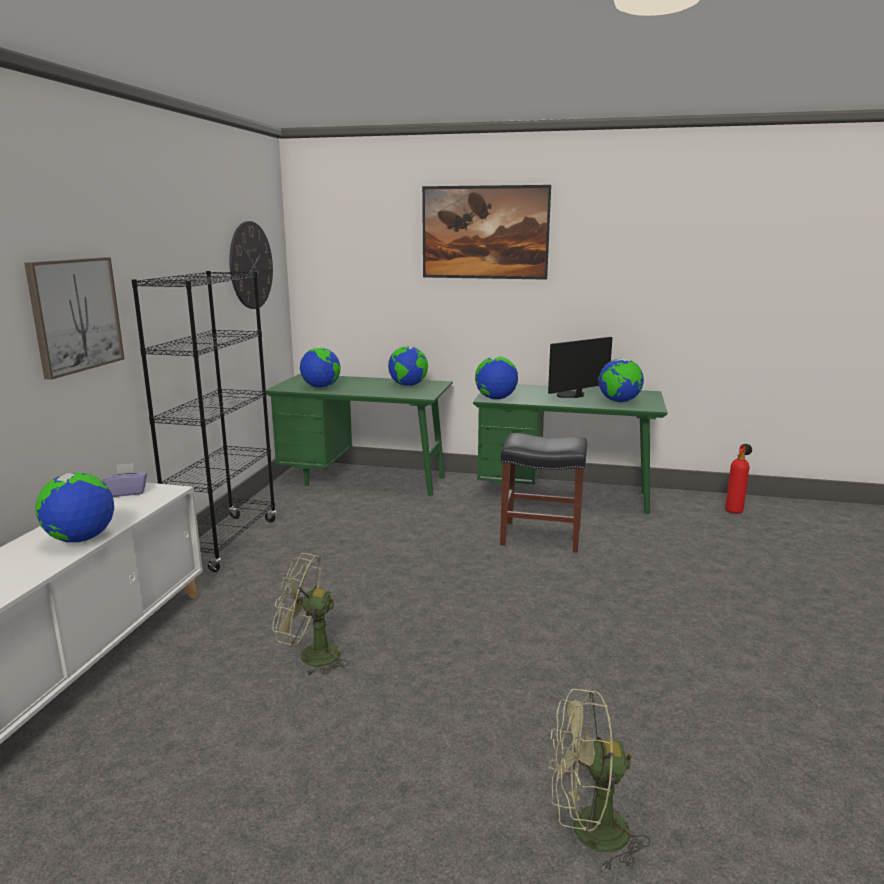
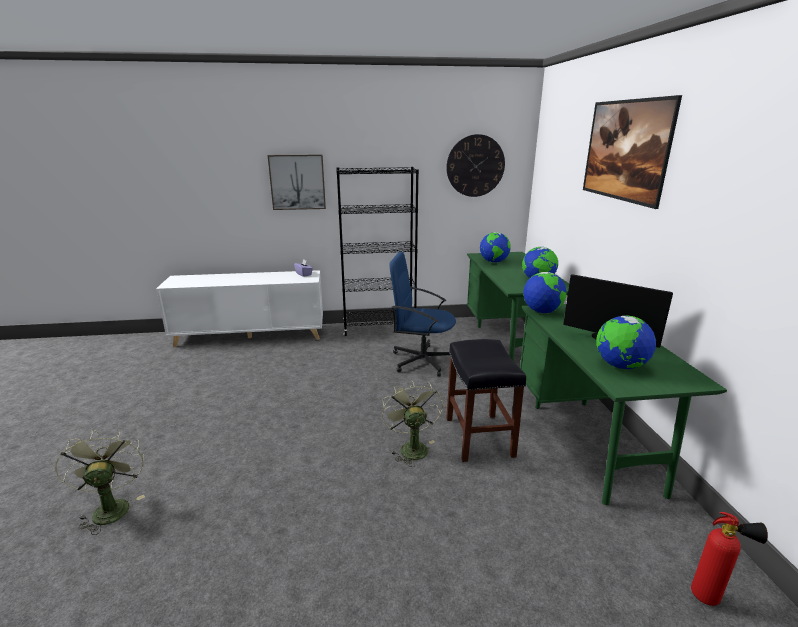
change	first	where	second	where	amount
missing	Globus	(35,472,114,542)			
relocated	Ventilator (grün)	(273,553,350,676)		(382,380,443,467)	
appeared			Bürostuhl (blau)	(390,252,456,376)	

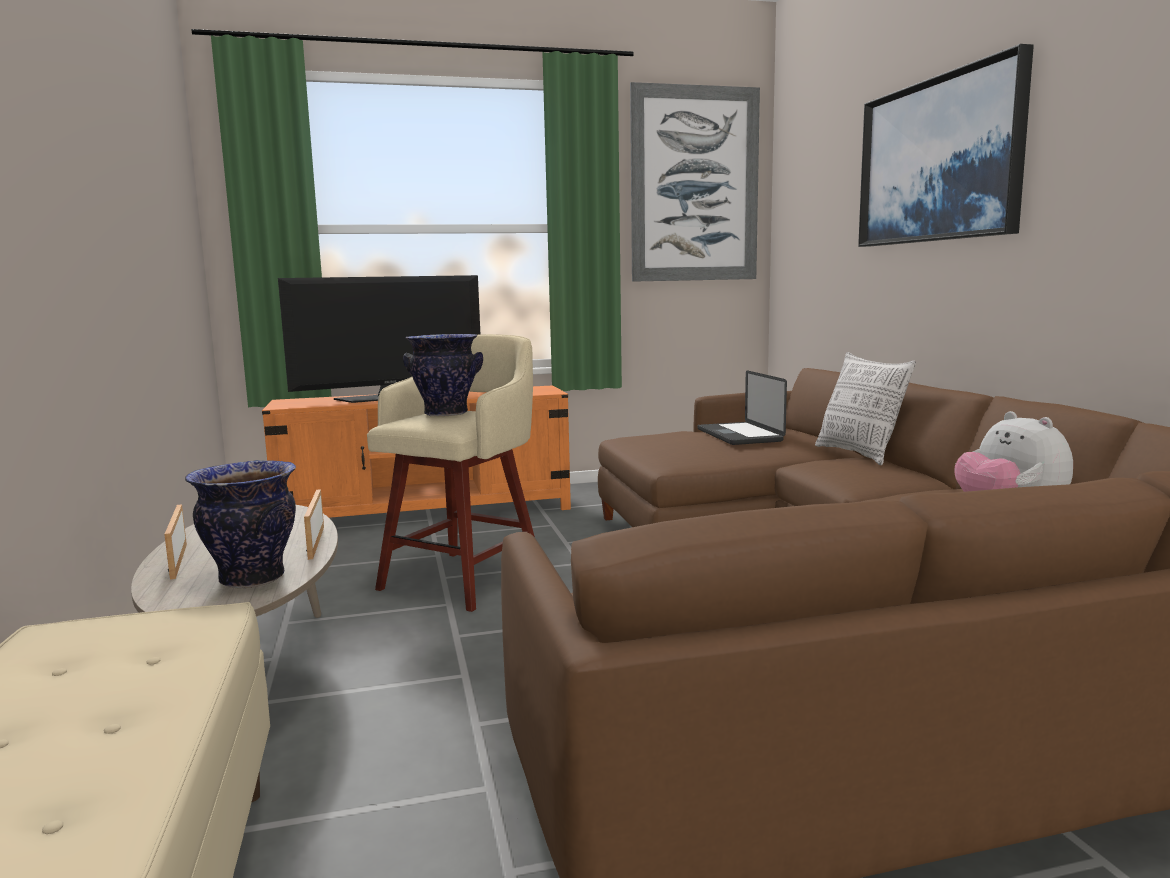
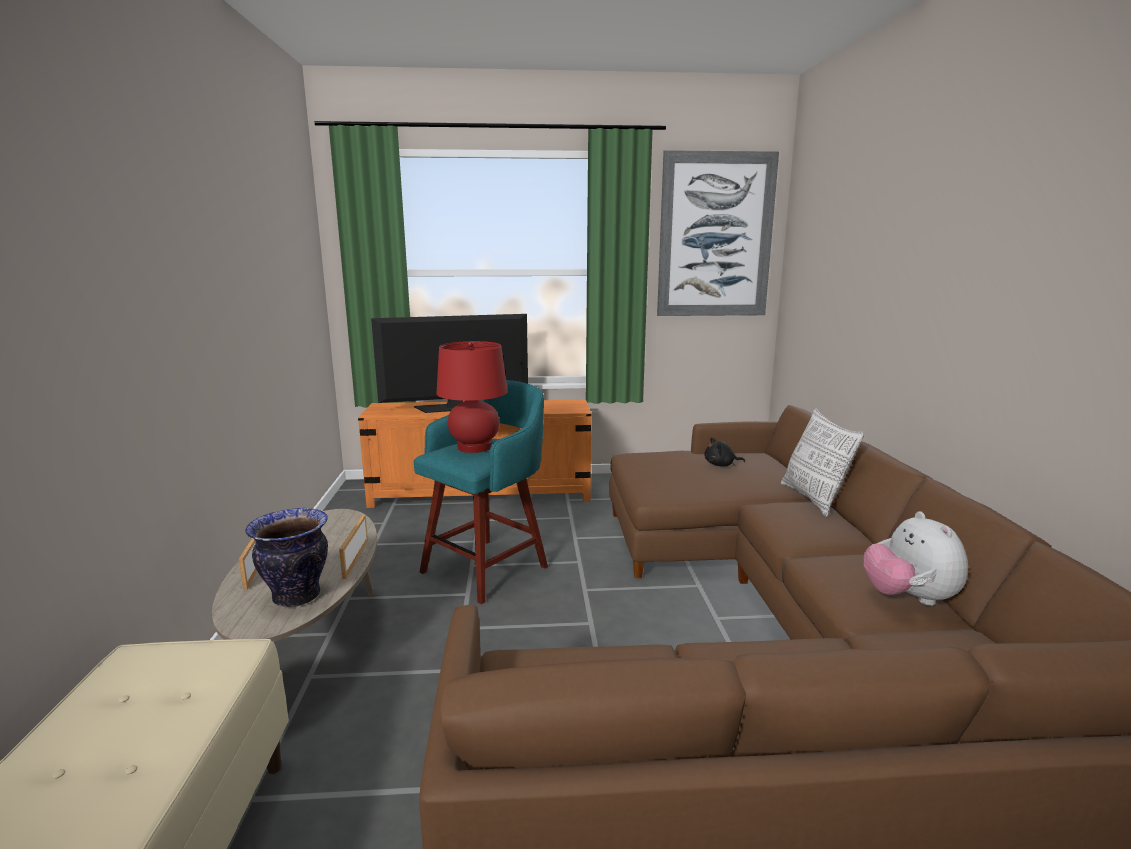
change	first	where	second	where	amount
colour	Hocker (beige)	(367,334,535,612)	Hocker (türkis)	(414,380,548,604)	
exchanged	Vase	(403,334,483,416)	Tischlampe (rot)	(437,341,508,453)	
exchanged	Laptop	(697,370,787,445)	Plüschtier (schwarz)	(704,437,745,467)	
missing	Bild	(858,44,1034,247)			

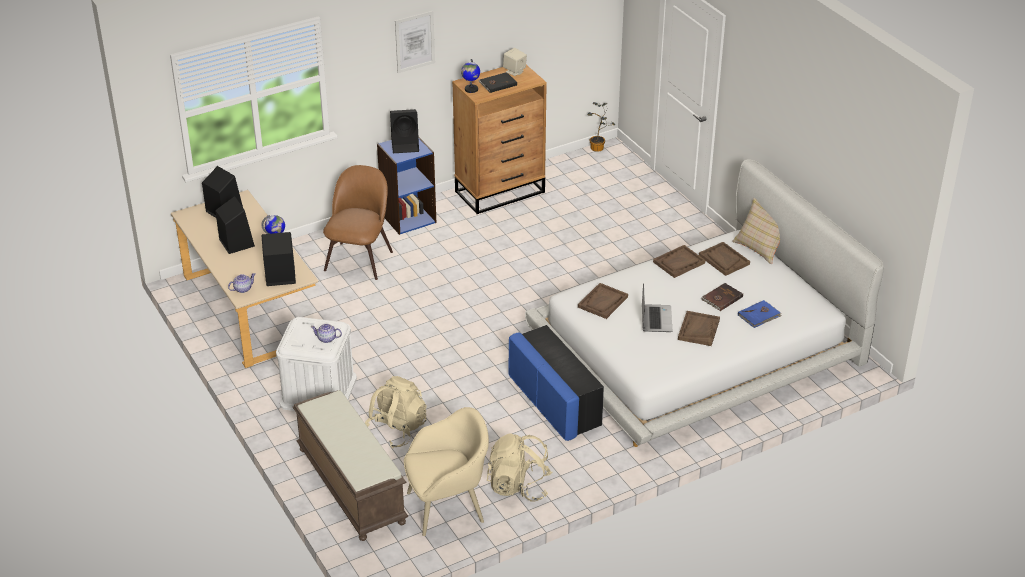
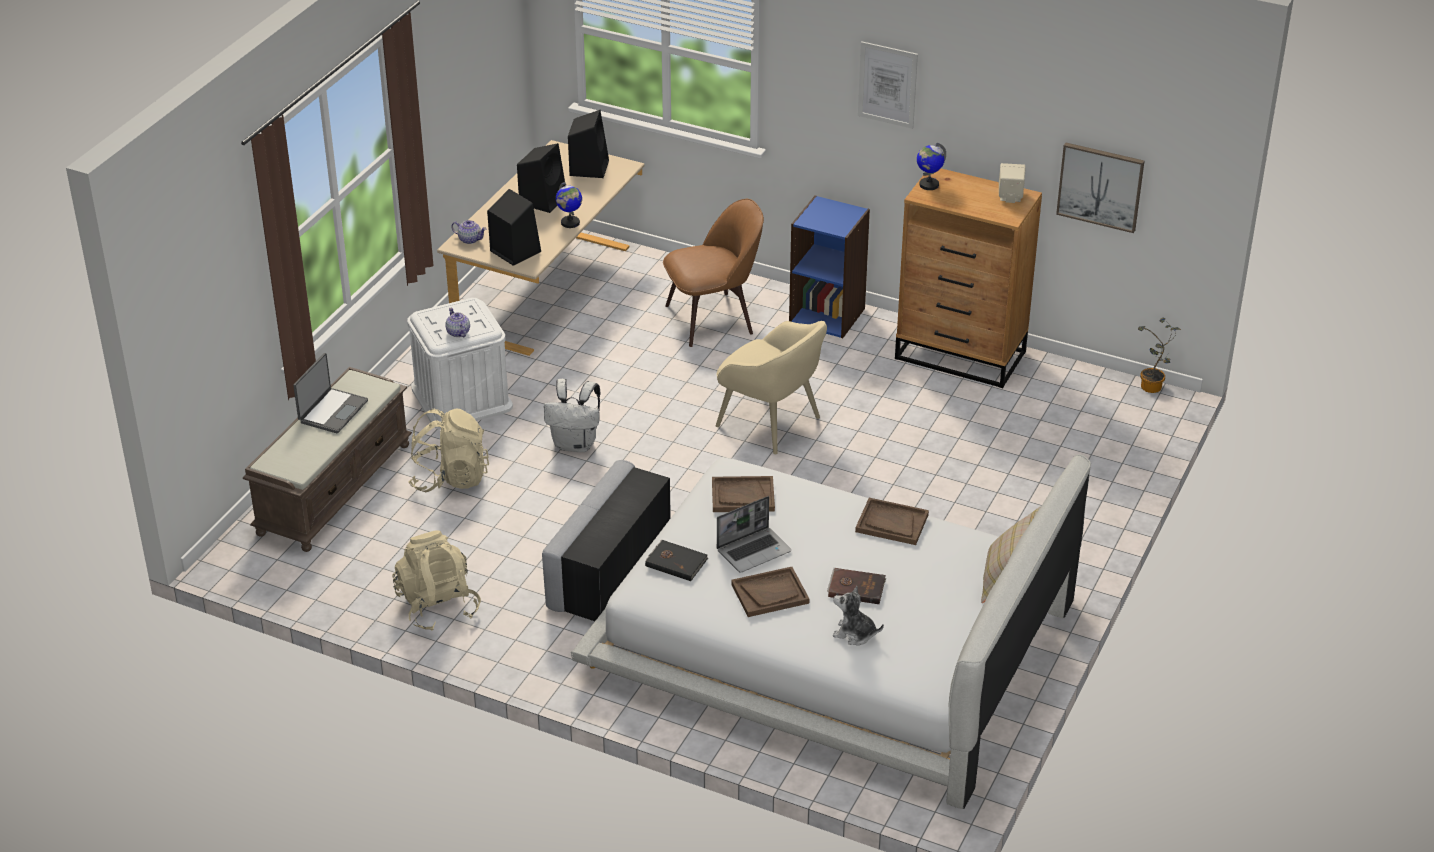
change	first	where	second	where	amount
missing	Lautsprecher (schwarz)	(390,109,419,153)			
relocated	Sessel (beige)	(404,407,489,536)		(716,321,827,454)	
relocated	Buch (schwarz)	(479,72,517,93)		(645,539,708,581)	
colour	Polsterhocker (blau)	(508,325,604,441)	Polsterhocker (grau)	(542,460,671,621)	
missing	Tablett (braun)	(699,242,750,276)			
exchanged	Buch (blau)	(738,300,782,328)	Plüschtier	(833,586,884,645)	
appeared			Laptop	(293,353,368,434)	
appeared			Rucksack (weiß)	(544,379,600,452)	
appeared			Bild	(1056,143,1144,233)	

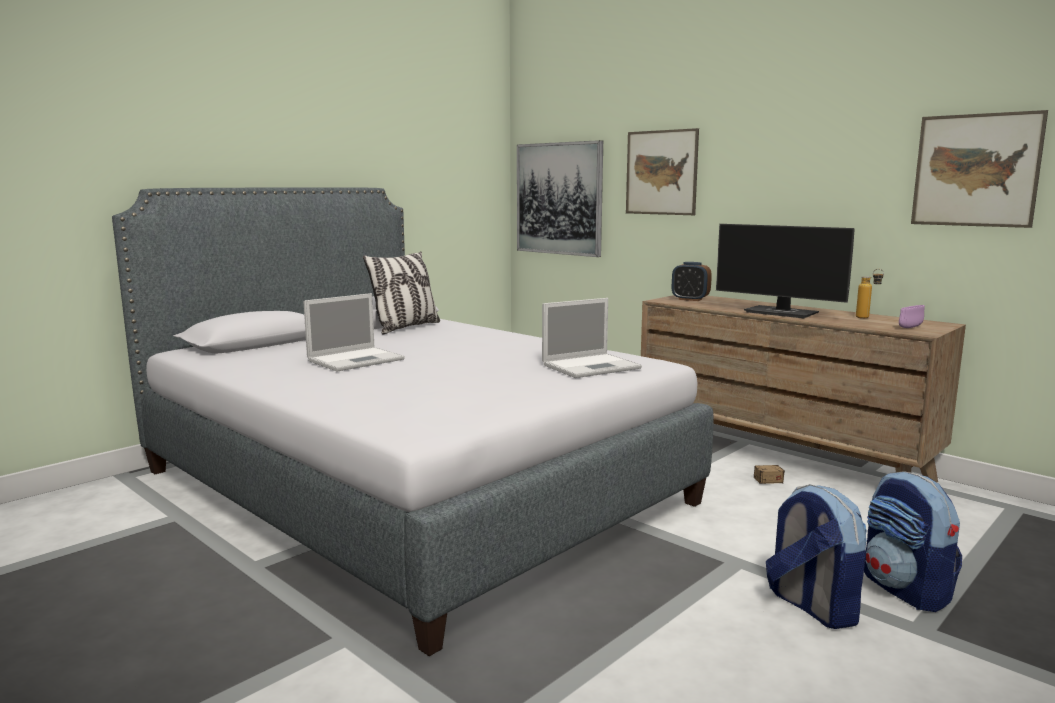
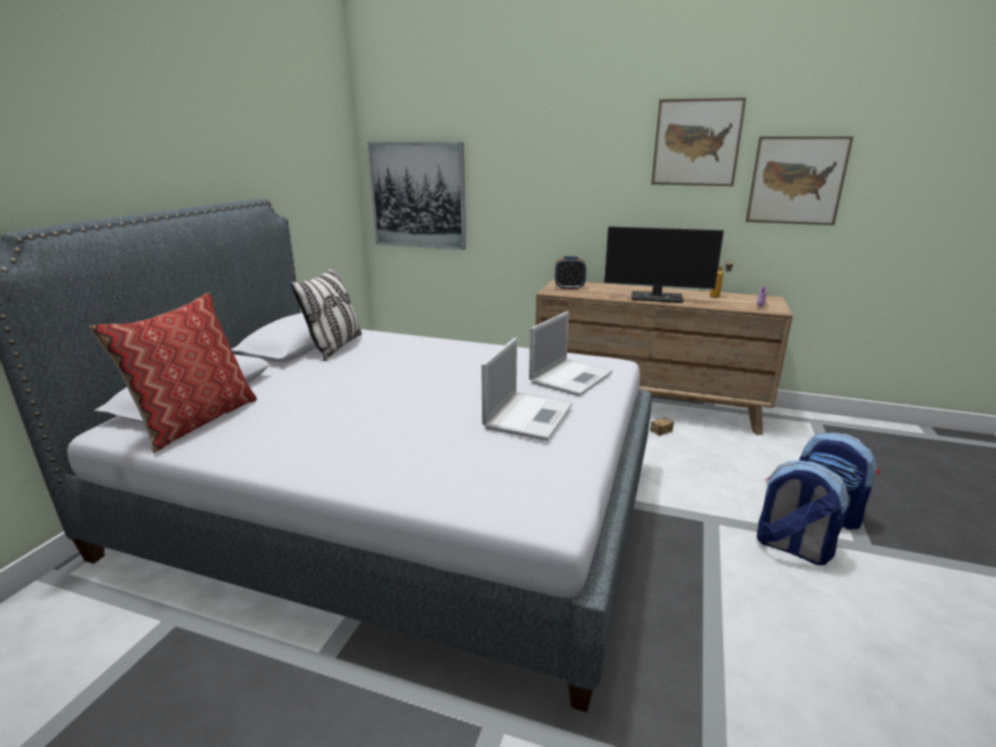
change	first	where	second	where	amount
relocated	Laptop	(303,293,405,372)		(481,338,573,441)	
relocated	Bild	(626,128,699,215)		(651,98,746,186)	
appeared			Kissen	(89,292,257,453)	

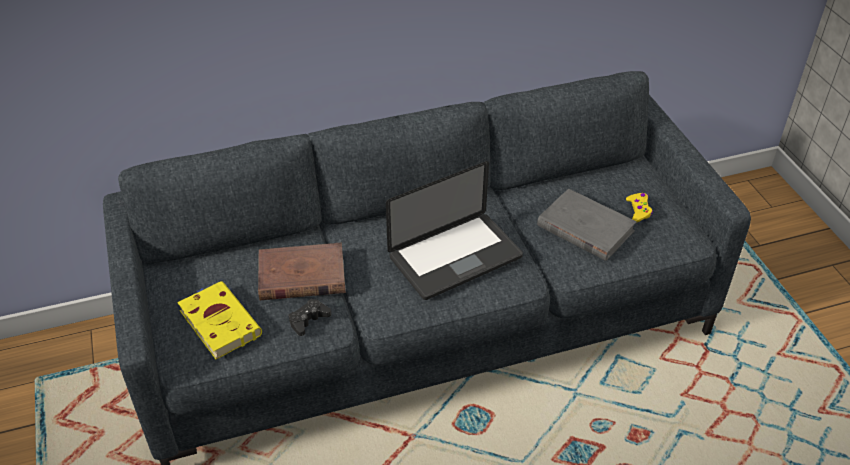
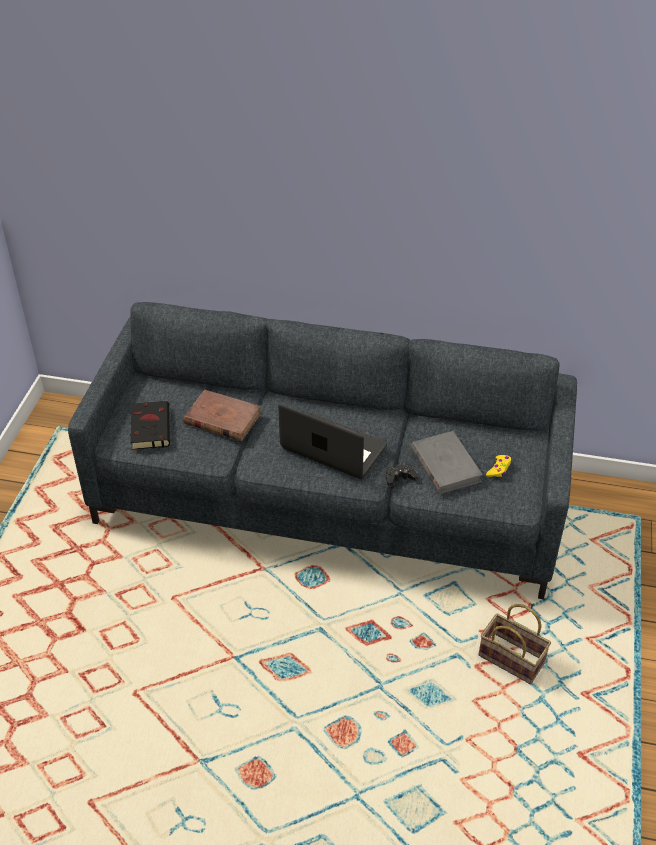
change	first	where	second	where	amount
colour	Buch (gelb)	(177,281,262,359)	Buch (schwarz)	(130,401,170,450)	
relocated	Gamepad (schwarz)	(289,299,331,336)		(386,463,418,486)	
spun	Laptop	(386,161,523,300)		(278,404,387,479)	150 degrees counterclockwise
appeared			Korb	(478,604,551,684)	

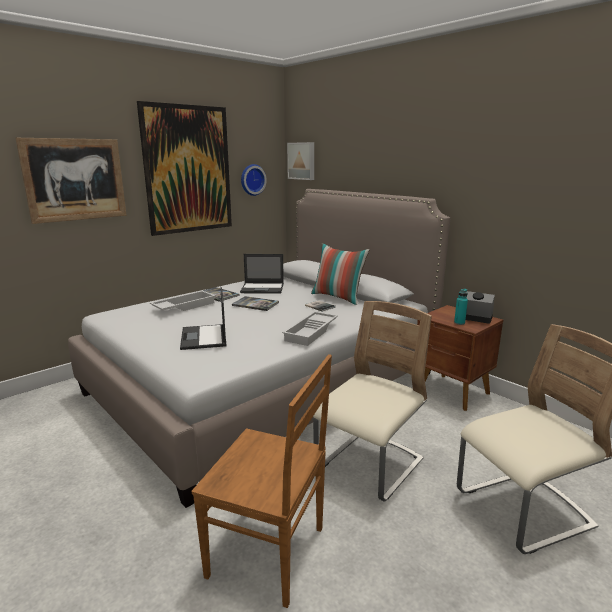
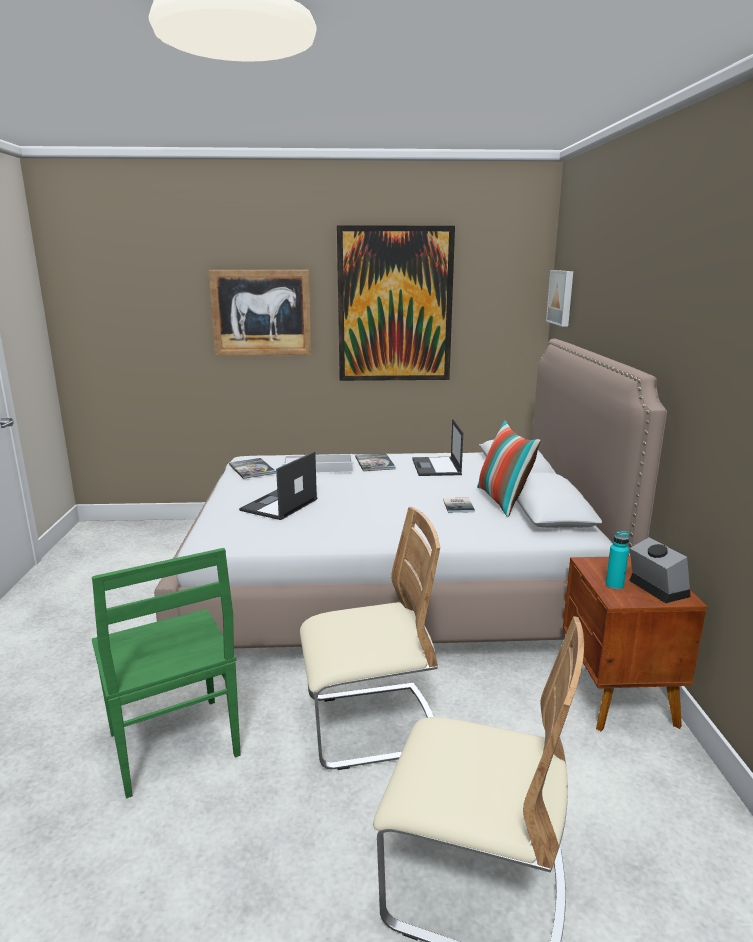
change	first	where	second	where	amount
colour	Stuhl (braun)	(192,354,332,608)	Stuhl (grün)	(92,548,241,799)	
relocated	Buch	(232,296,279,311)		(229,458,276,479)	
spun	Laptop	(240,254,284,294)		(412,419,463,476)	45 degrees clockwise
missing	Wanduhr	(241,164,267,196)			
missing	Tablett (weiß)	(282,311,338,346)			

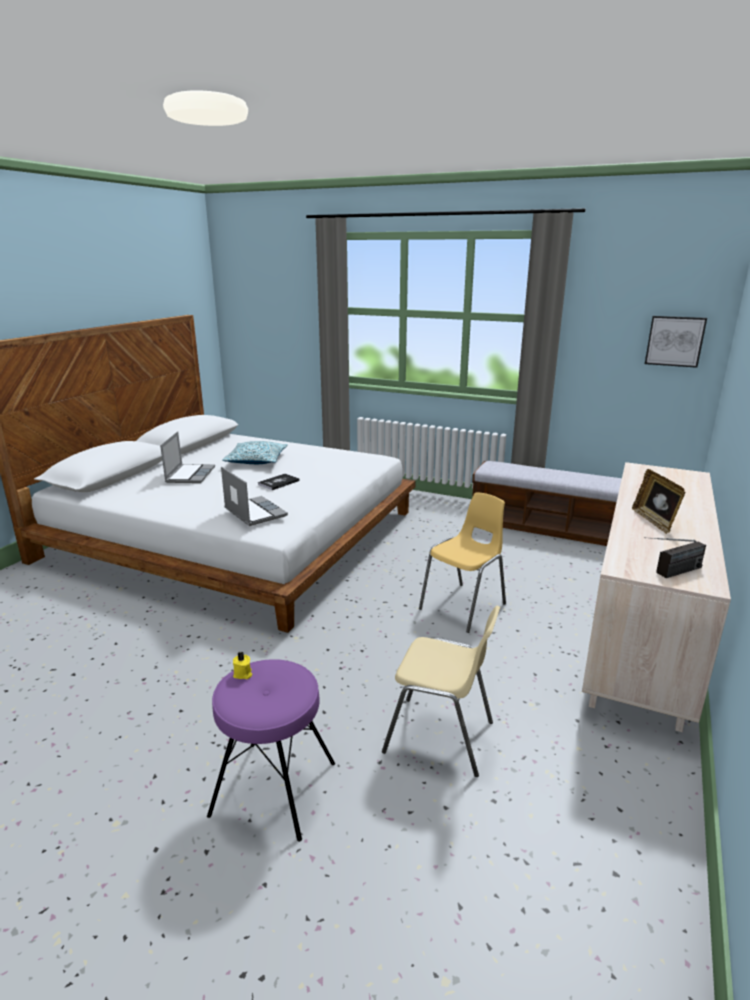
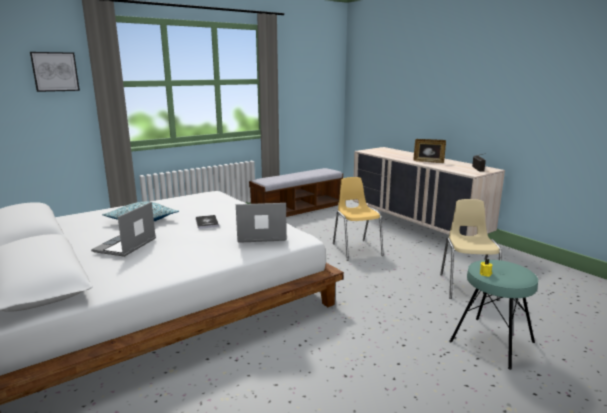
change	first	where	second	where	amount
spun	Laptop	(160,432,215,483)		(91,202,156,257)	105 degrees counterclockwise
colour	Hocker (lila)	(207,659,335,842)	Hocker (türkis)	(449,260,538,370)	
spun	Stuhl (beige)	(382,606,500,777)		(440,199,502,301)	45 degrees counterclockwise
relocated	Bild	(645,316,707,368)		(30,52,80,92)	

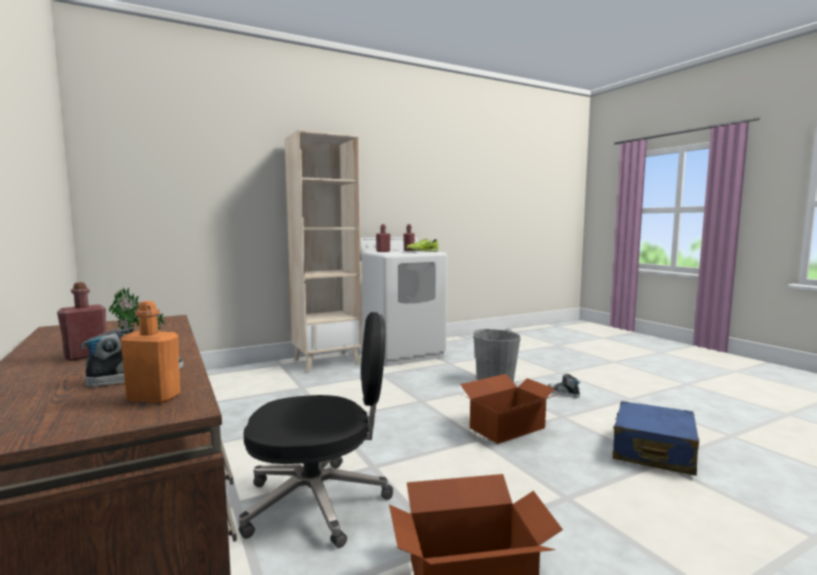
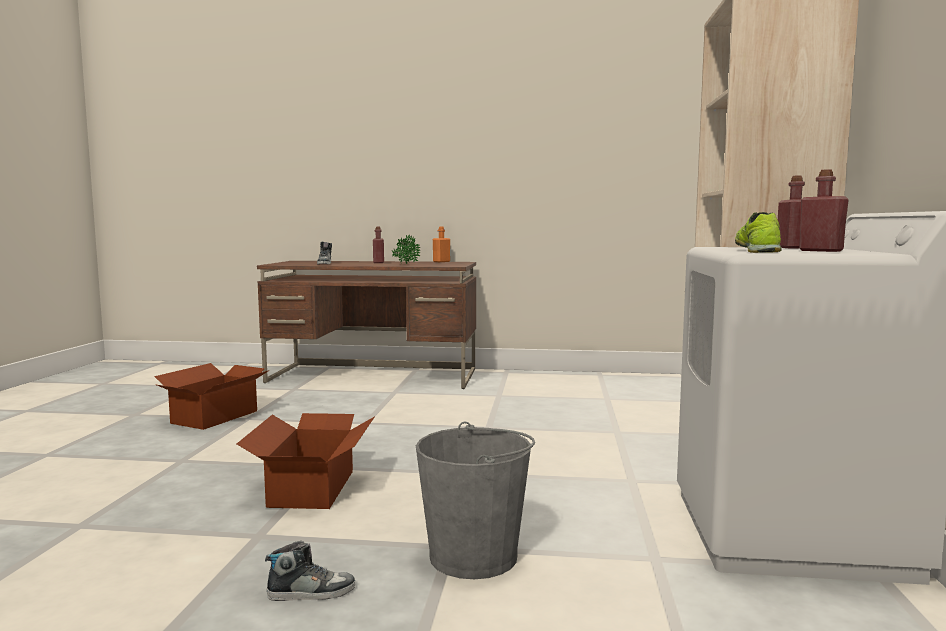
change	first	where	second	where	amount
relocated	Flasche (orange)	(120,301,181,403)		(433,226,450,262)	
missing	Bürostuhl (schwarz)	(239,312,393,548)			
missing	Koffer (blau)	(613,401,699,476)			

